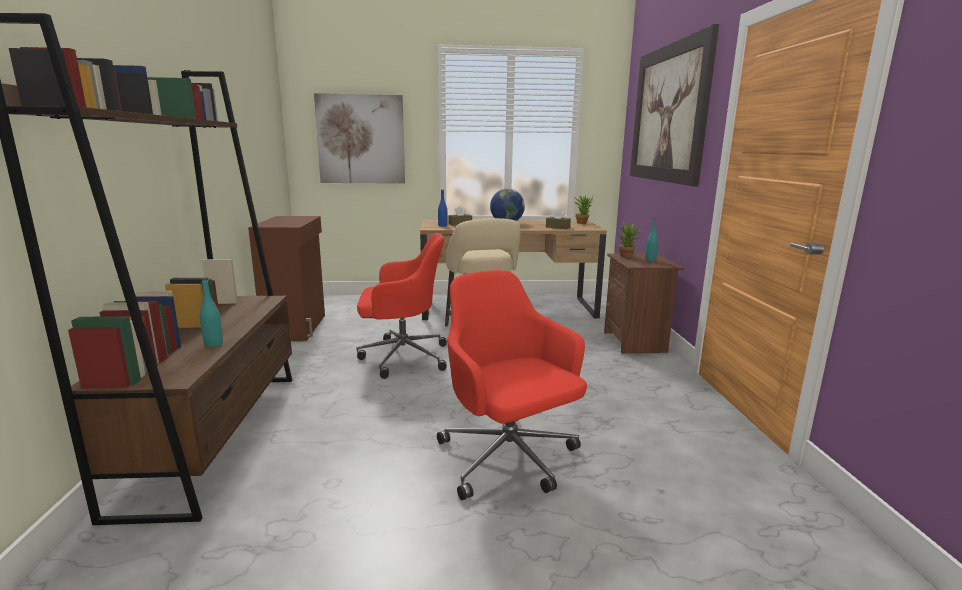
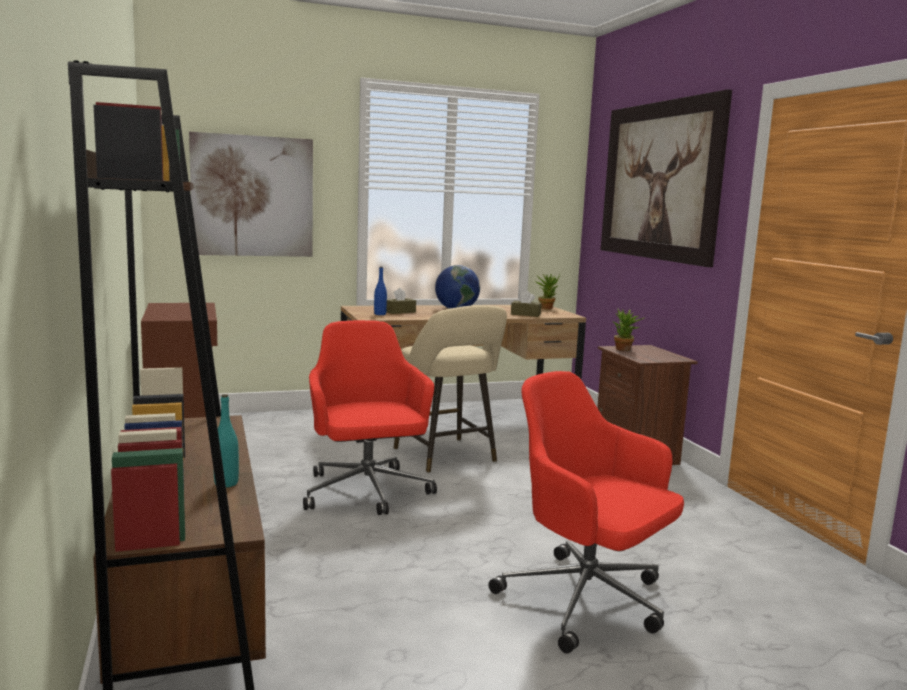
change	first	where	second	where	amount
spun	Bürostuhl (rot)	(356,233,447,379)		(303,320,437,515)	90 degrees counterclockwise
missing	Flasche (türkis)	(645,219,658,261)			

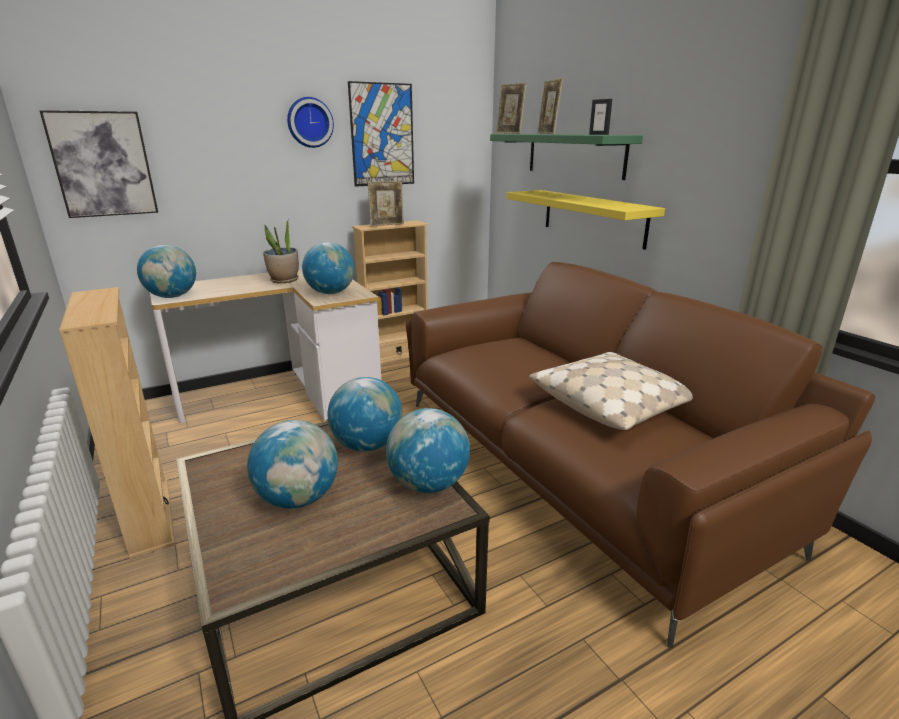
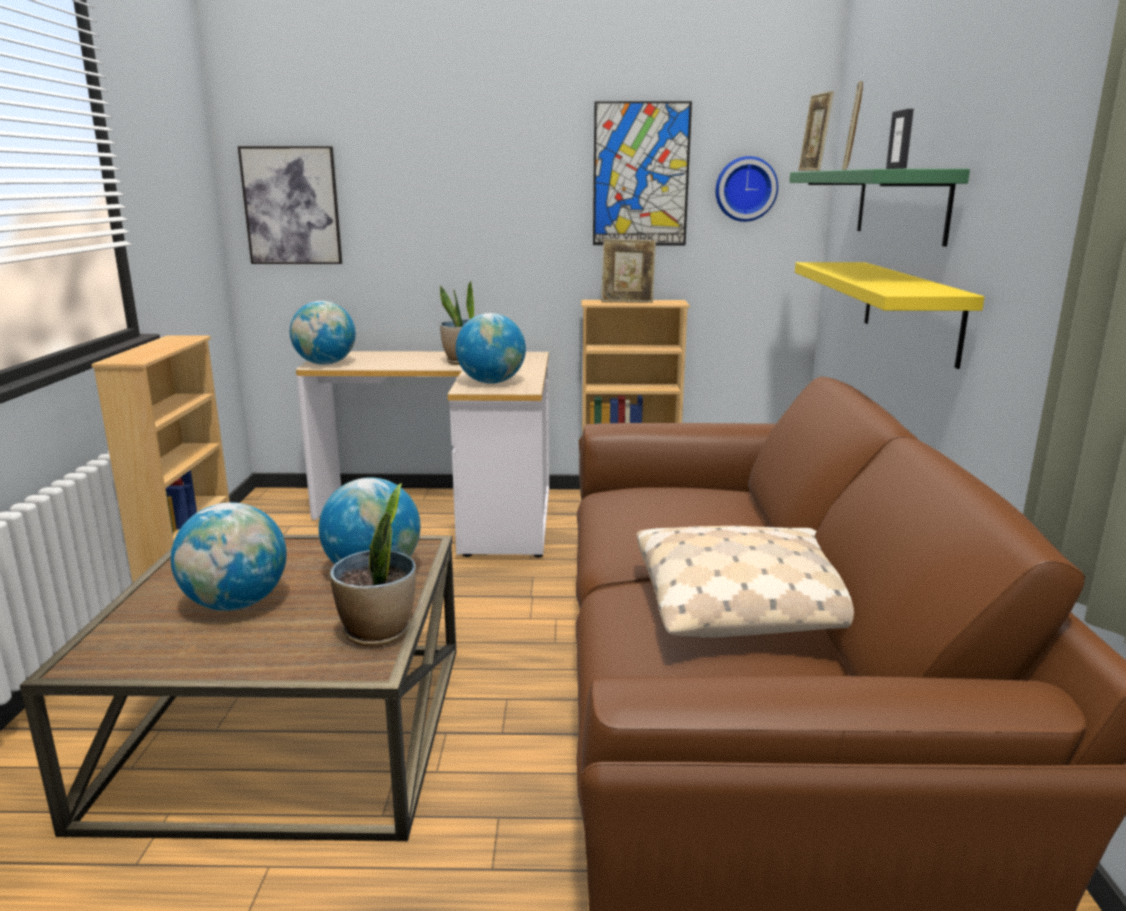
change	first	where	second	where	amount
relocated	Wanduhr	(287,97,334,148)		(715,156,778,222)	
exchanged	Globus	(386,408,470,493)	Topfpflanze	(330,483,416,647)	

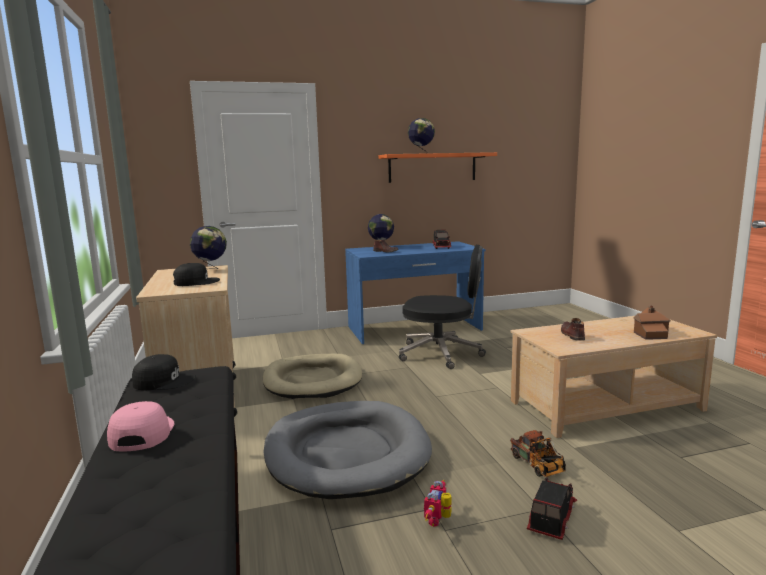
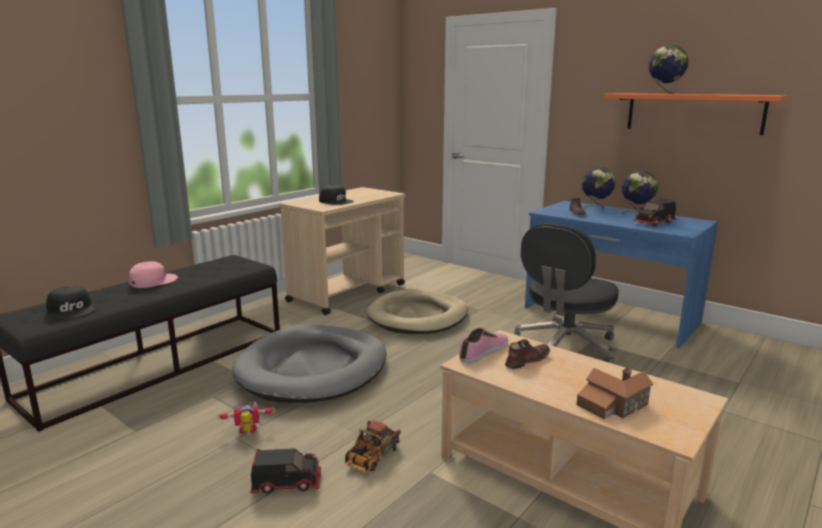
change	first	where	second	where	amount
relocated	Kappe (schwarz)	(132,354,196,390)		(46,285,95,320)	
relocated	Globus	(190,226,227,269)		(622,170,658,214)	
spun	Bürostuhl (schwarz)	(399,245,486,369)		(514,223,619,364)	60 degrees clockwise
appeared			Schuh	(459,328,508,363)	

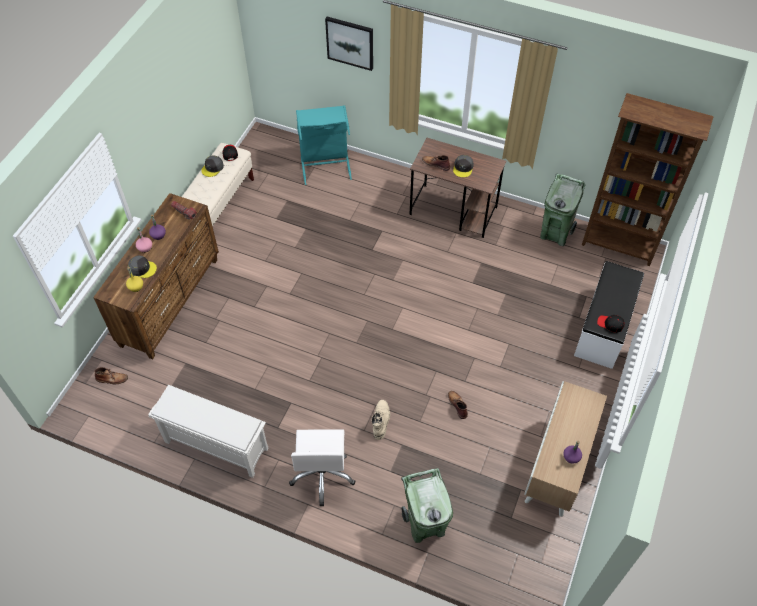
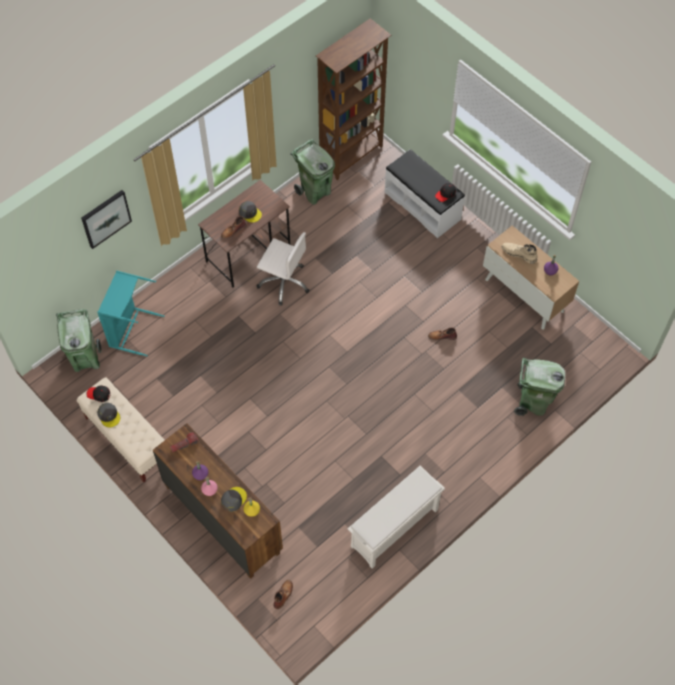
change	first	where	second	where	amount
relocated	Bürostuhl (weiß)	(289,429,356,506)		(256,232,309,306)	
relocated	Stiefel (beige)	(372,400,390,440)		(502,243,538,264)	
appeared			Mülleimer (grün)	(56,309,101,372)	

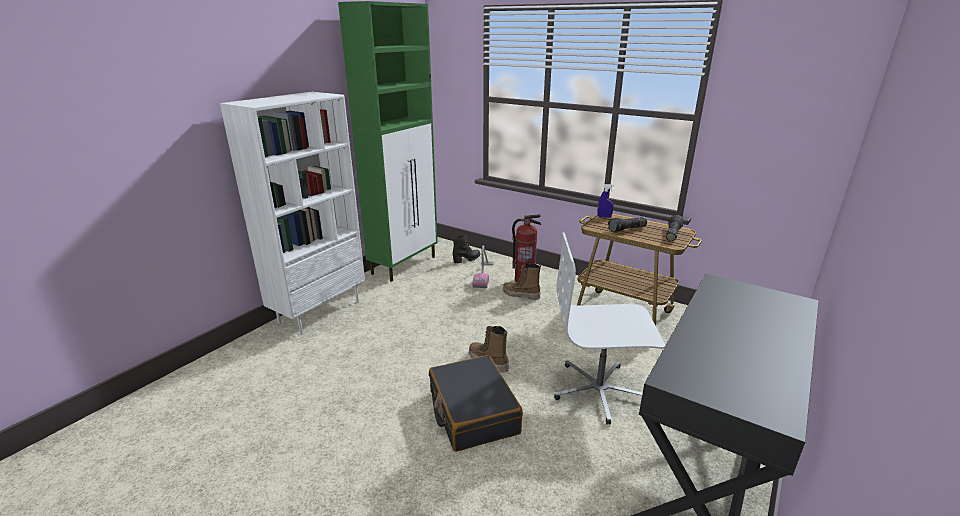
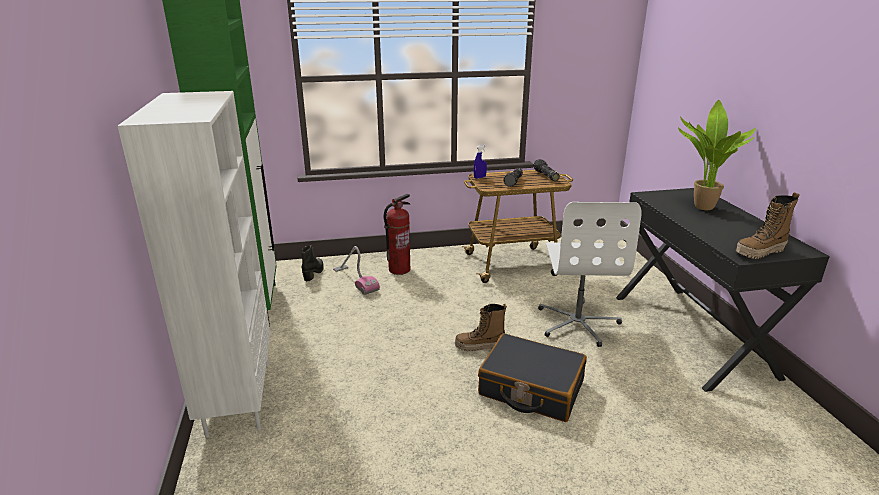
change	first	where	second	where	amount
relocated	Stiefel	(503,263,541,300)		(736,192,800,259)	
spun	Bürostuhl (weiß)	(554,232,665,425)		(538,202,642,347)	45 degrees counterclockwise
appeared			Topfpflanze	(678,100,756,210)	

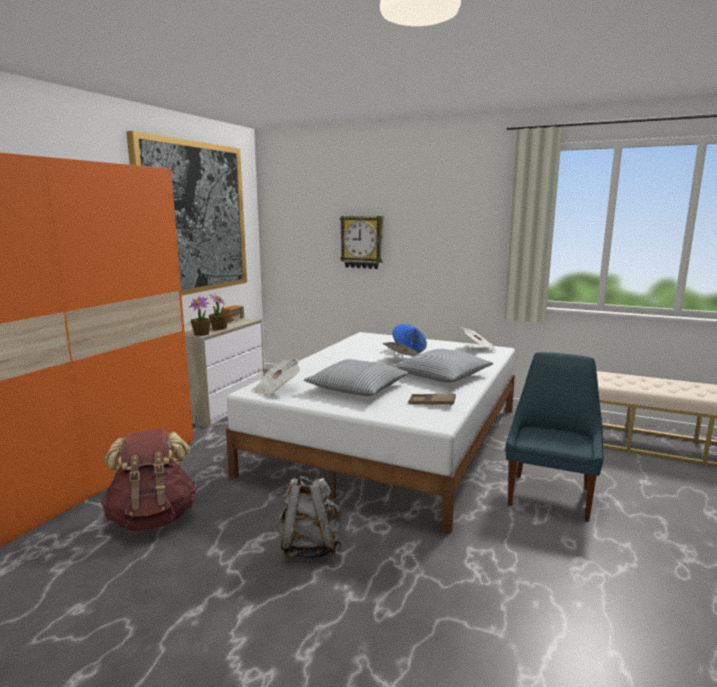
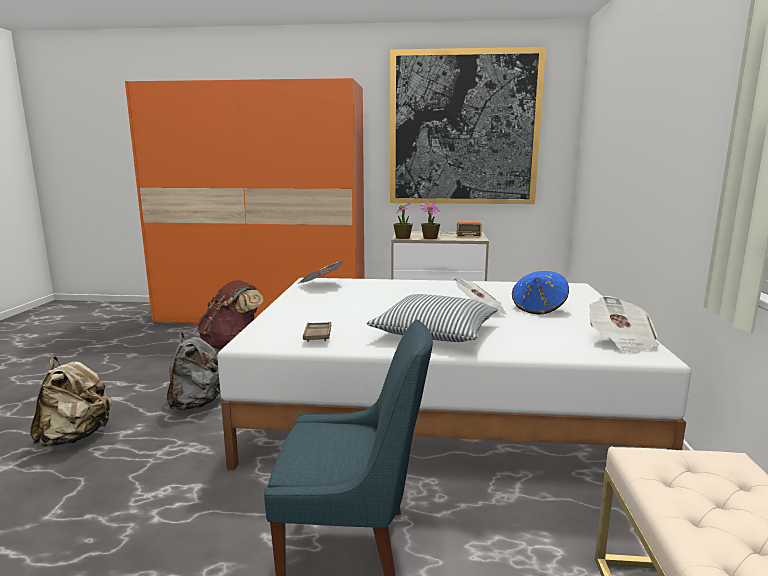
change	first	where	second	where	amount
missing	Kissen	(304,359,409,396)			
missing	Wanduhr	(340,216,384,269)			
appeared			Rucksack (beige)	(30,356,112,447)	

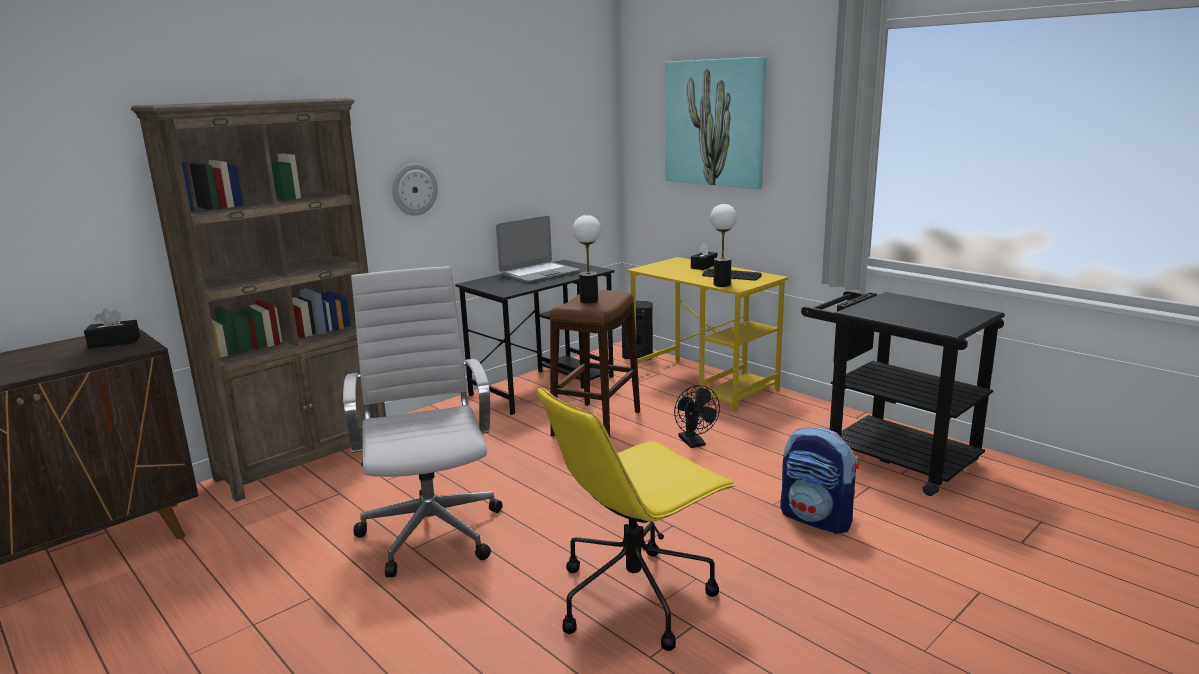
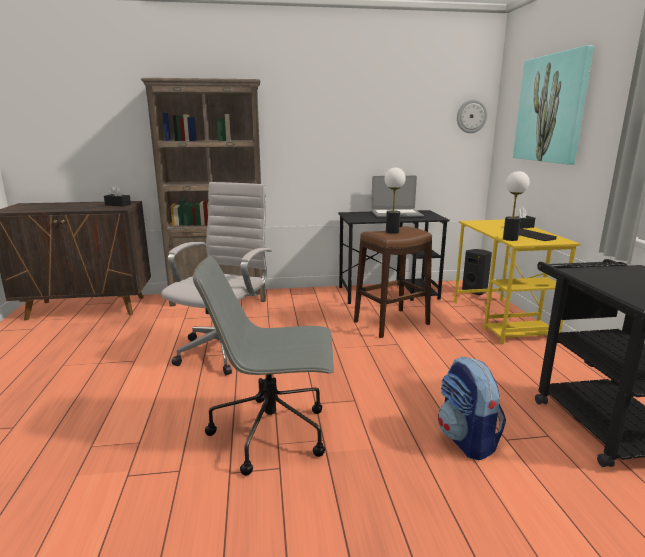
change	first	where	second	where	amount
relocated	Wanduhr	(392,164,438,216)		(457,99,488,133)	
colour	Bürostuhl (gelb)	(537,386,737,651)	Bürostuhl (grau)	(193,256,334,476)	
missing	Ventilator (schwarz)	(674,385,720,448)			

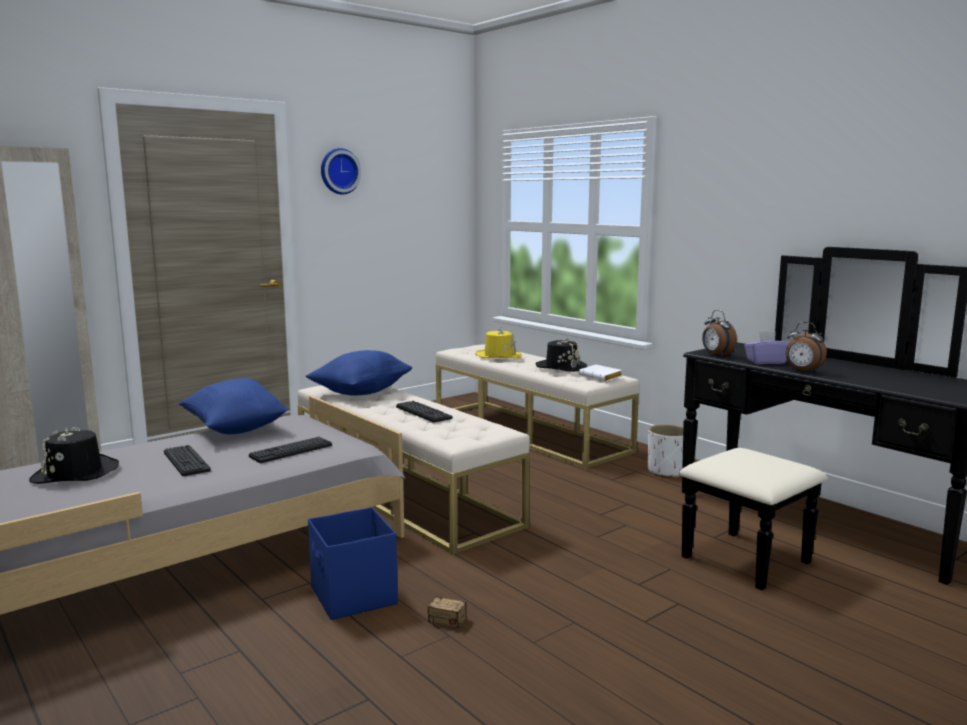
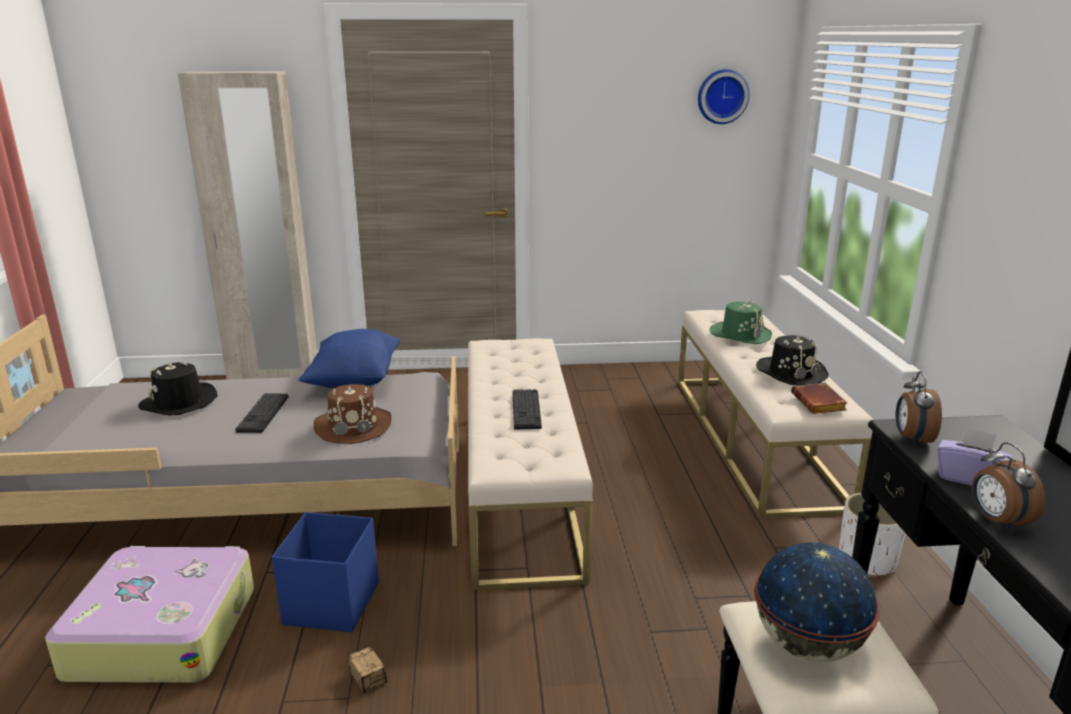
change	first	where	second	where	amount
exchanged	Tastatur	(249,437,332,463)	Hut (braun)	(314,384,391,444)	
missing	Kissen (blau)	(306,350,412,396)			
relocated	Wanduhr	(321,148,361,195)		(698,69,750,124)	
colour	Hut (gelb)	(475,328,522,358)	Hut (grün)	(710,300,772,344)	
colour	Buch (weiß)	(579,365,622,381)	Buch (braun)	(791,383,847,414)	
appeared			Koffer	(45,546,254,683)	
appeared			Globus	(754,542,880,662)	

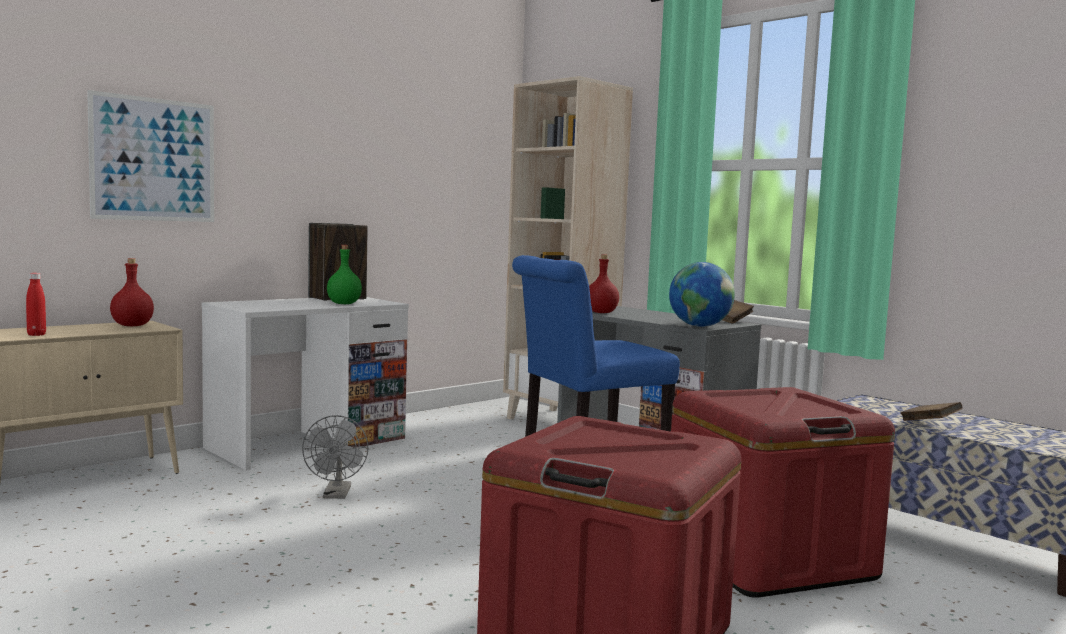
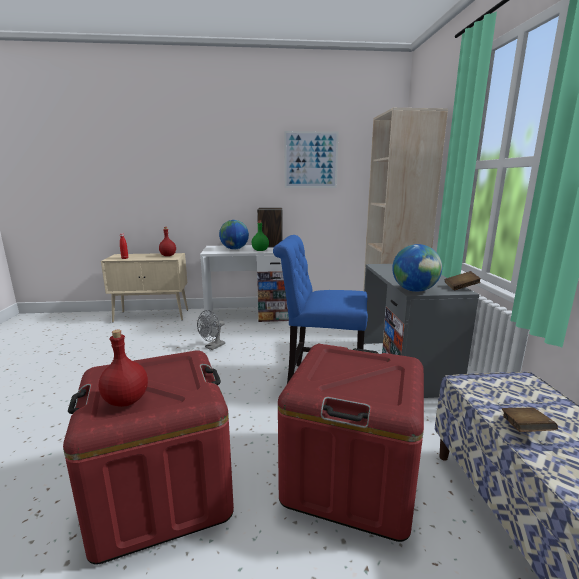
change	first	where	second	where	amount
relocated	Bild	(87,90,214,222)		(284,131,338,188)	
relocated	Flasche (rot)	(589,254,619,313)		(99,330,148,407)	
appeared			Globus	(219,220,249,250)	

